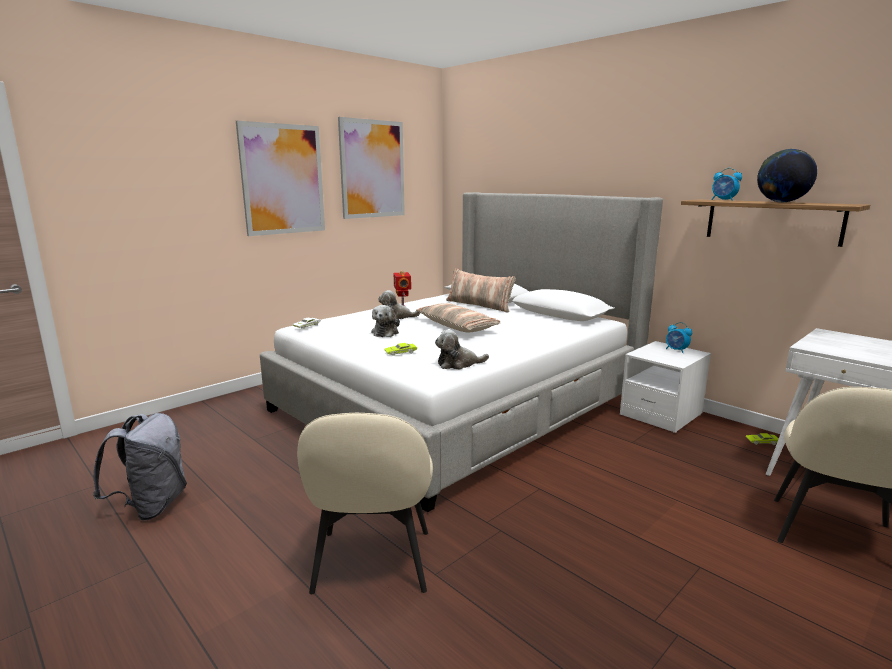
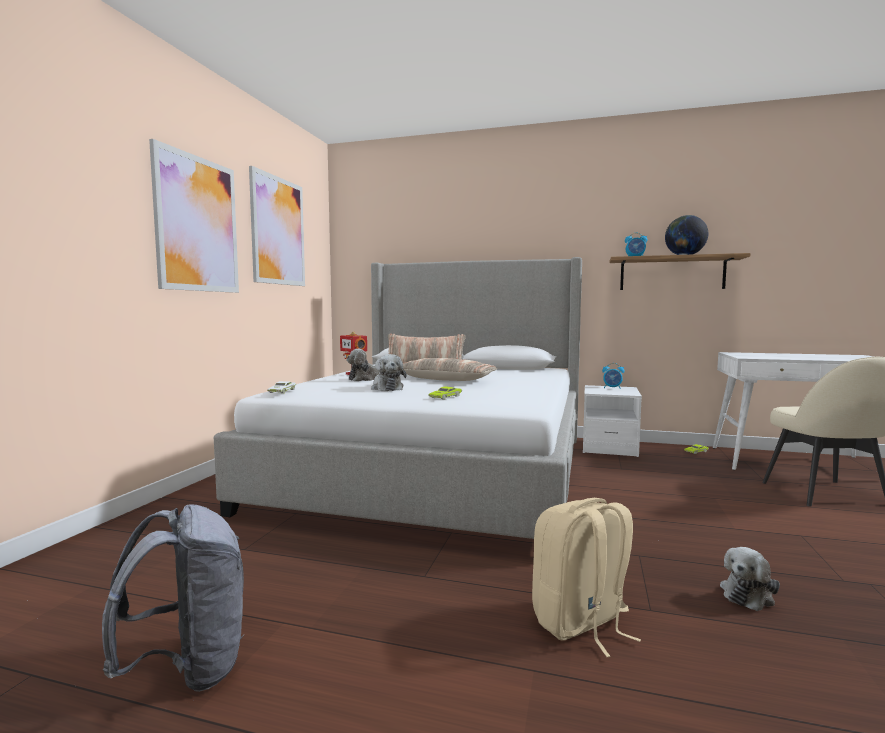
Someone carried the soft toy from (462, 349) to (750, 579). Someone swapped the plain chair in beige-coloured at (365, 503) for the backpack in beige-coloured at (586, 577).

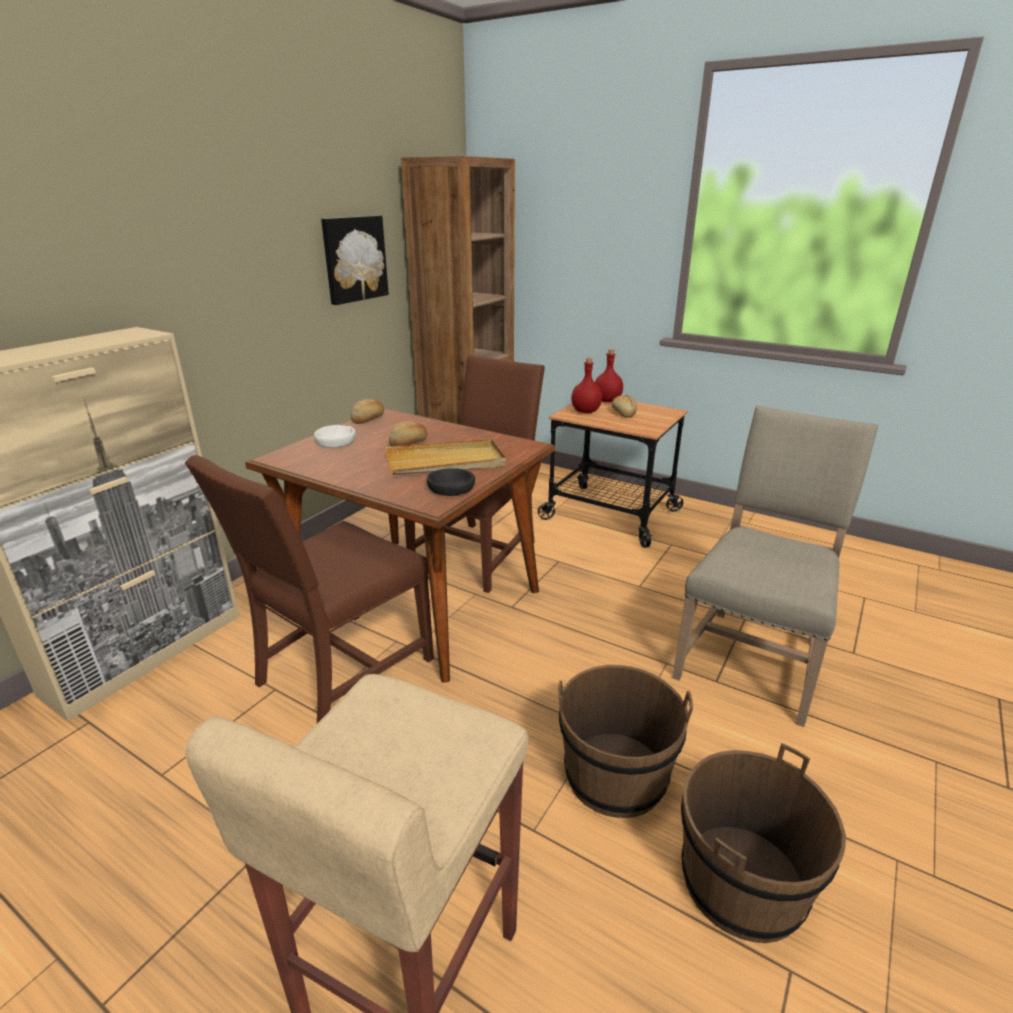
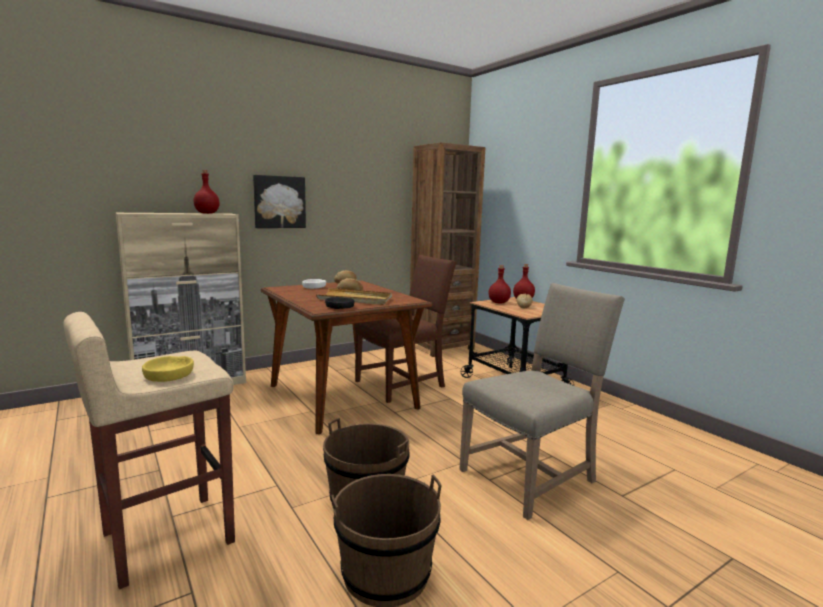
Someone carried the wall art from (355, 260) to (279, 201). Someone took away the plain chair in brown at (309, 589). Someone put down the bottle in red-coloured at (206, 192). Someone put down the deep dish in yellowish at (168, 369).

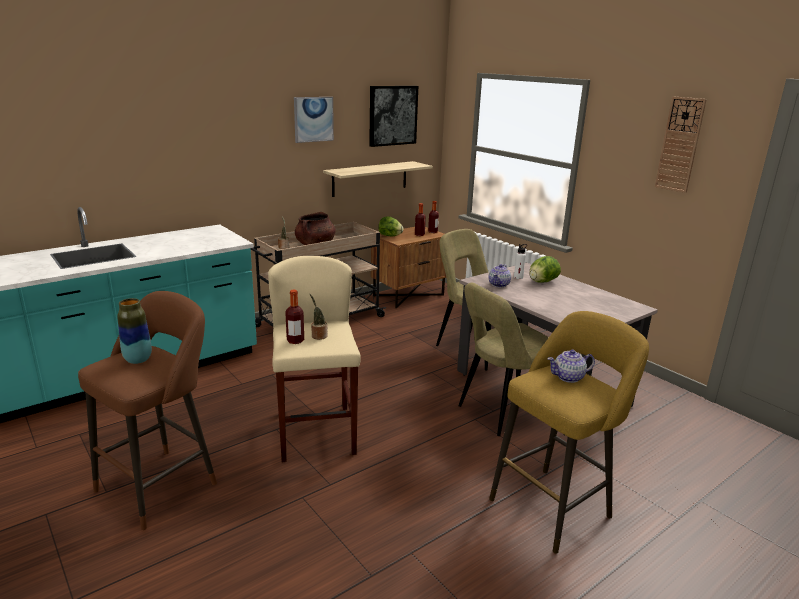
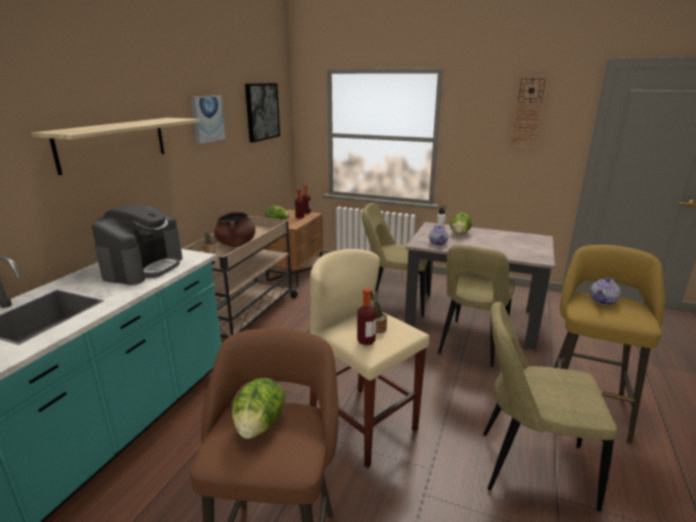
Someone carried the bracket shelf from (378, 179) to (116, 146). Someone swapped the decorative vase at (134, 331) for the lettuce head at (259, 408). Someone put down the coffee maker at (137, 245). Someone put down the plain chair in beige-coloured at (550, 406).

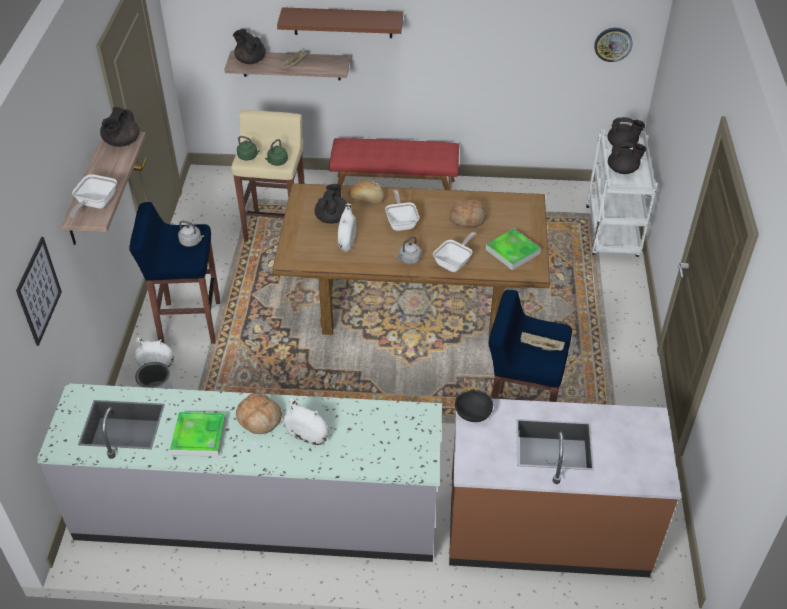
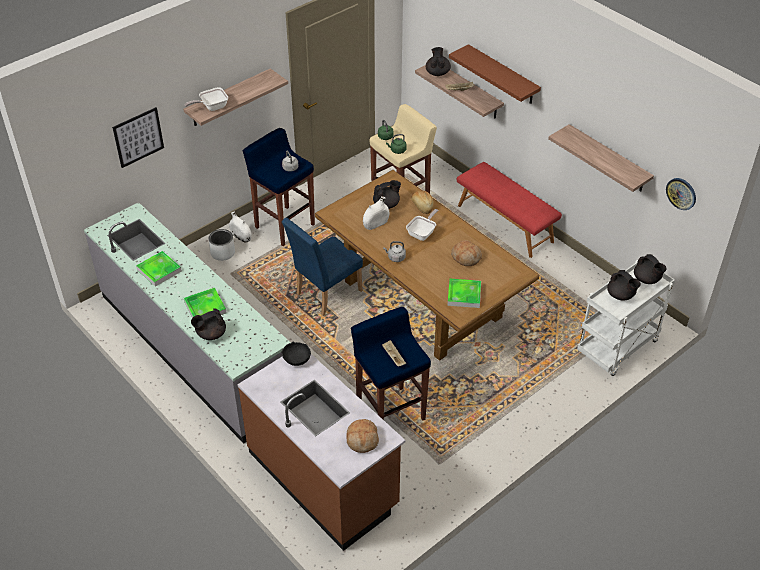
Someone carried the tea pot in black from (120, 127) to (208, 324). Someone took away the skillet at (455, 252). Someone carried the baked bread from (259, 413) to (362, 436). Someone swapped the decorative vase in white at (306, 421) for the carrying tray at (205, 303). Someone put up the bracket shelf at (601, 158). Someone put down the plain chair in blue at (322, 267).

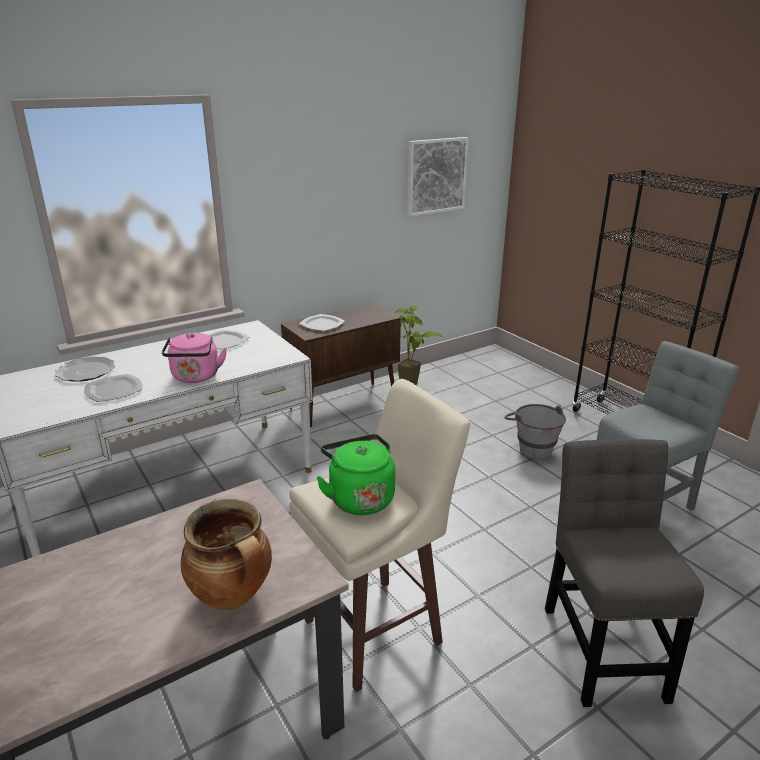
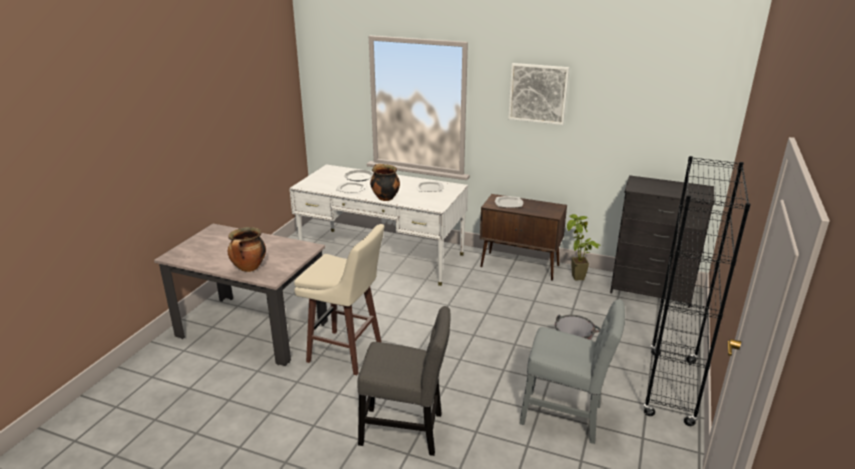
Someone carried the wall art from (438, 176) to (538, 94). Someone swapped the kettle in pink at (194, 358) for the cooking pot at (385, 182). Someone took away the kettle in green-coloured at (355, 474). Someone rotated the plain chair in gray at (624, 573) by 45 degrees clockwise. Someone put down the chest of drawers in black at (662, 241).

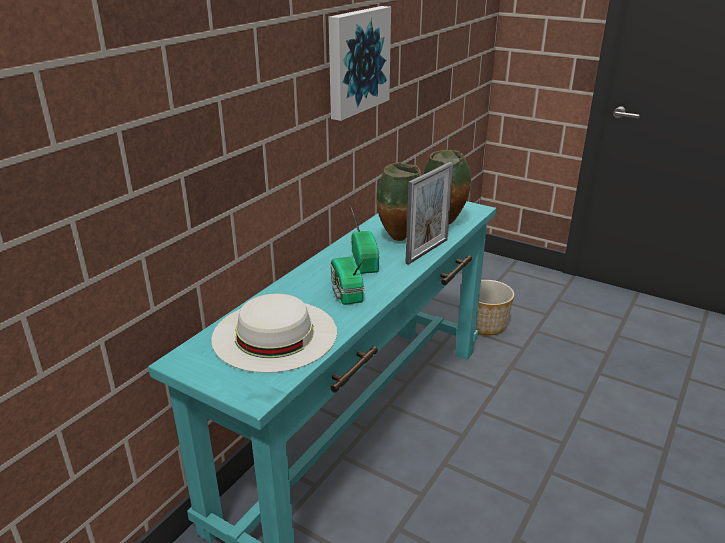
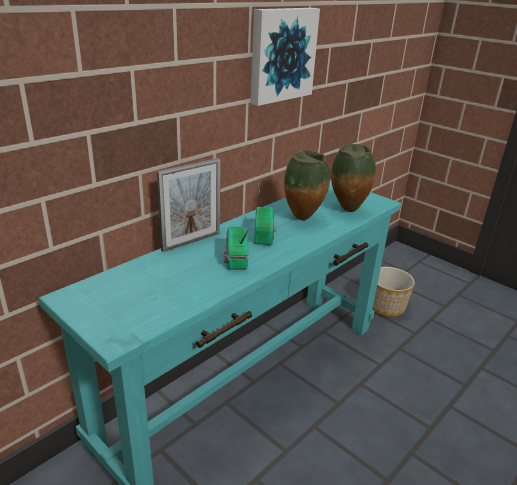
Someone carried the picture frame from (429, 213) to (188, 205). Someone took away the hat in white at (274, 333).

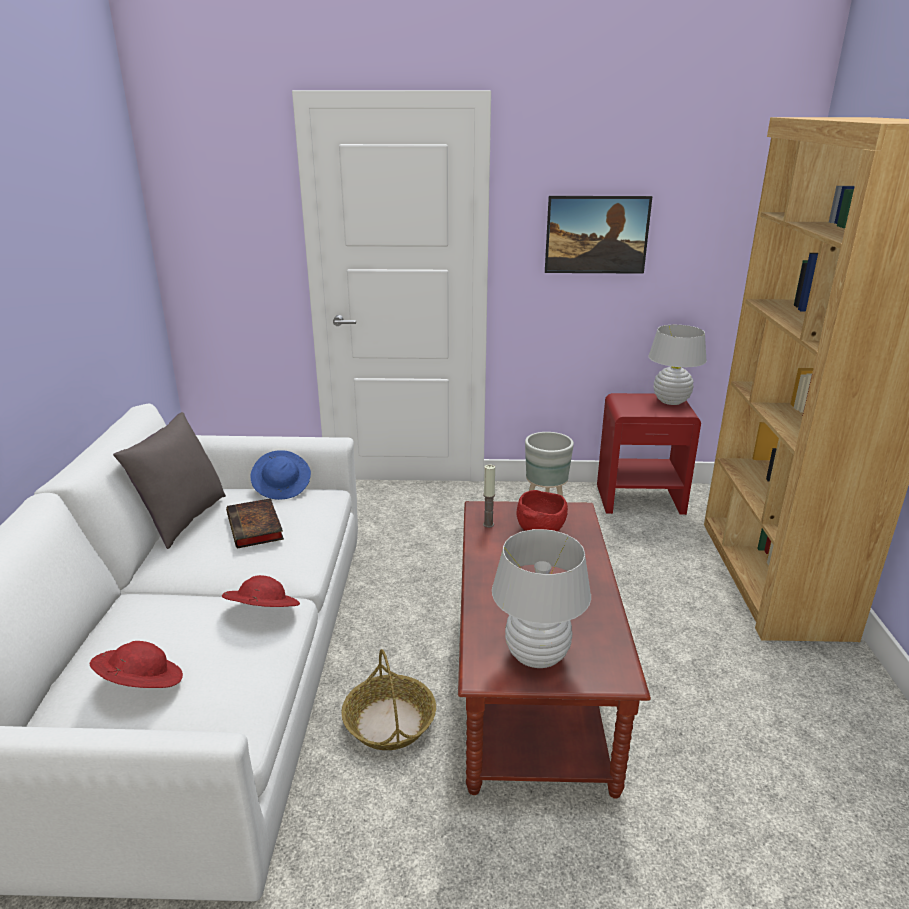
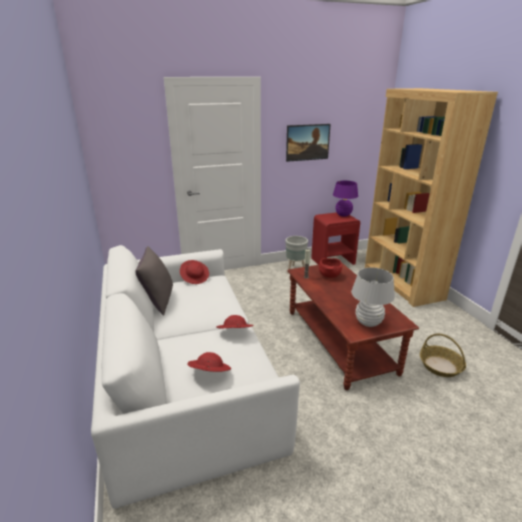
Someone repainted the lamp for a table in white at (677, 365), which became the lamp for a table in purple at (345, 198). Someone repainted the hat in blue at (280, 475), which became the hat in red-coloured at (194, 272). Someone took away the volume at (255, 523). Someone carried the household basket from (389, 699) to (443, 355).

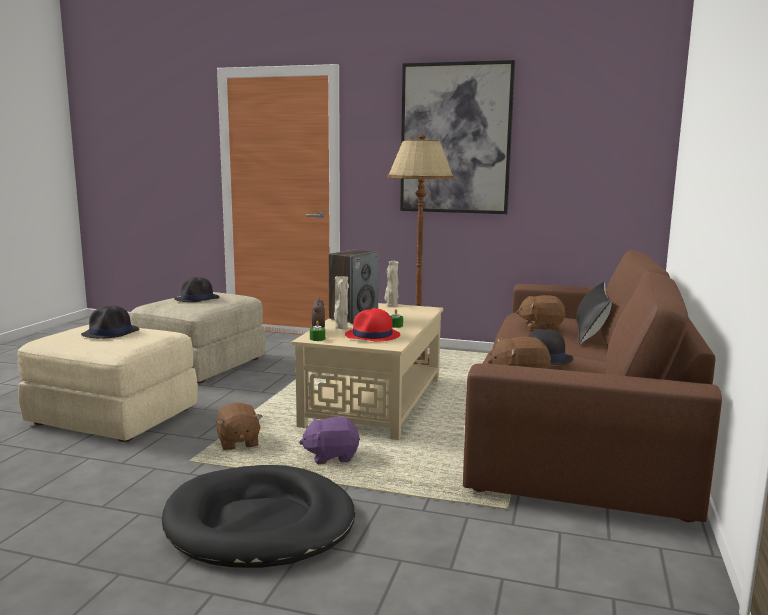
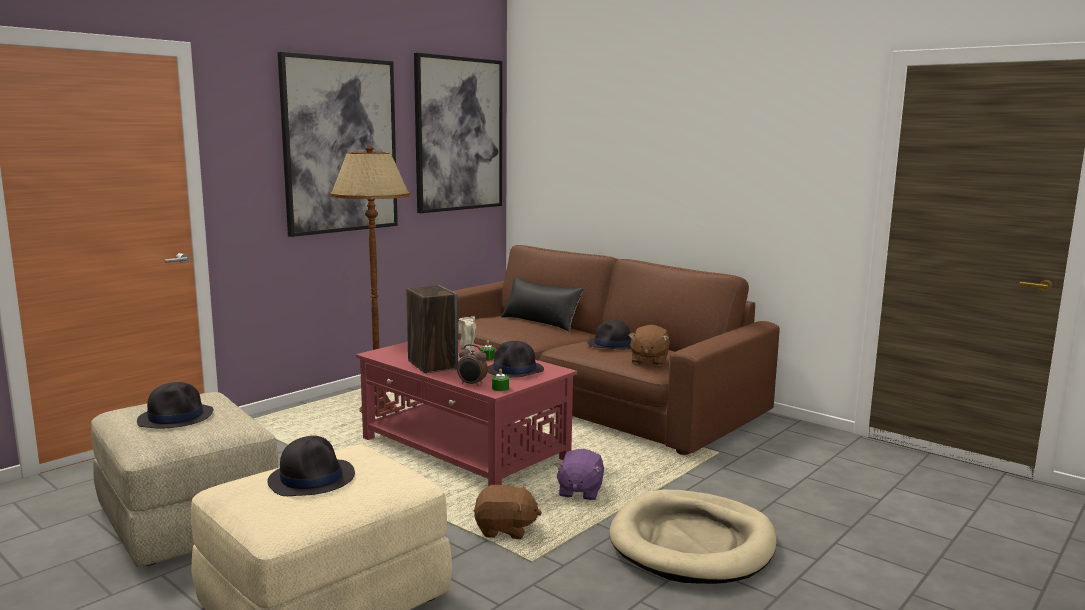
Someone took away the decorative vase in beige-coloured at (391, 284). Someone took away the soft toy in brown at (540, 312). Someone repainted the lounge table in beige-coloured at (367, 371), which became the lounge table in red-coloured at (466, 413). Someone repainted the hat in red-coloured at (372, 325), which became the hat in black at (515, 359). Someone repainted the dog bed in black at (258, 516), which became the dog bed in beige-coloured at (693, 537). Someone put up the wall art at (458, 133).

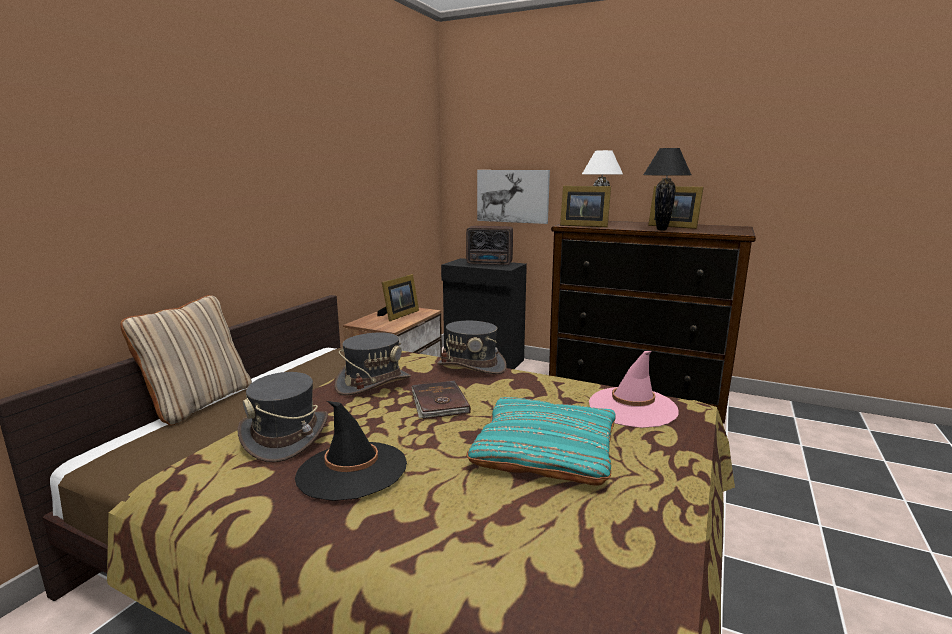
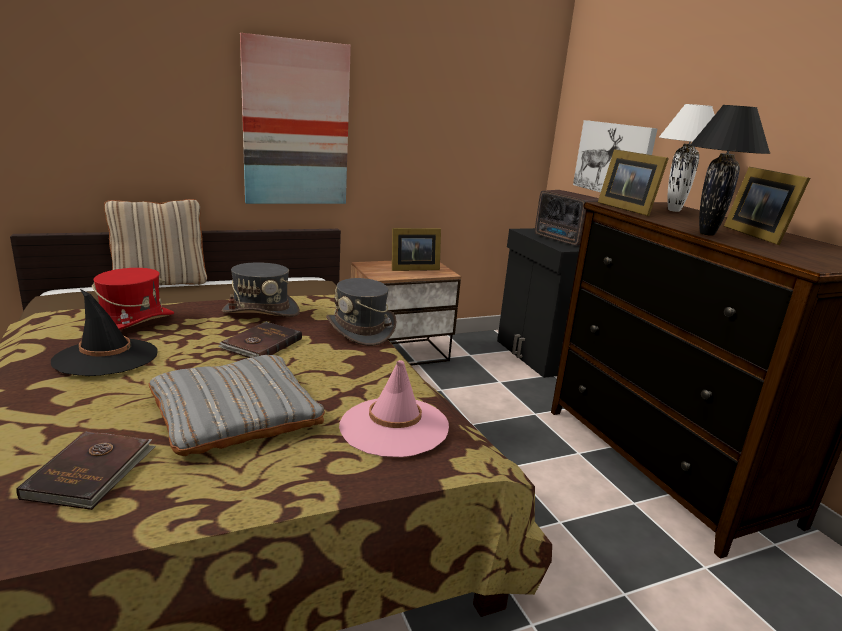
Someone repainted the hat in gray at (282, 417), which became the hat in red-coloured at (133, 299). Someone repainted the pillow in blue-green at (541, 441), which became the pillow in gray at (237, 405). Someone put up the wall art at (295, 118). Someone put down the volume in brown at (86, 470).

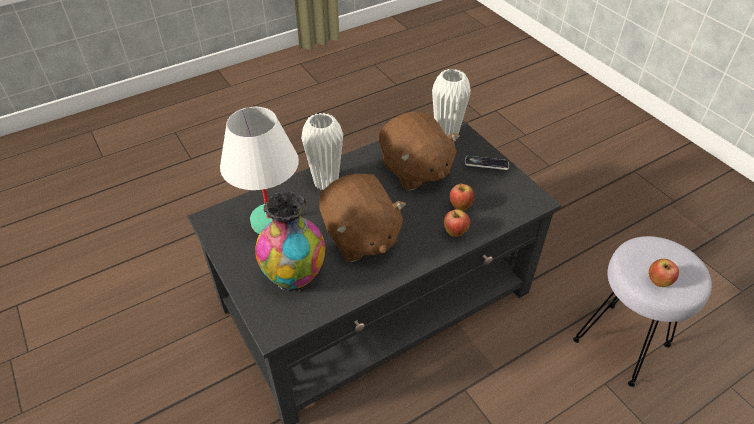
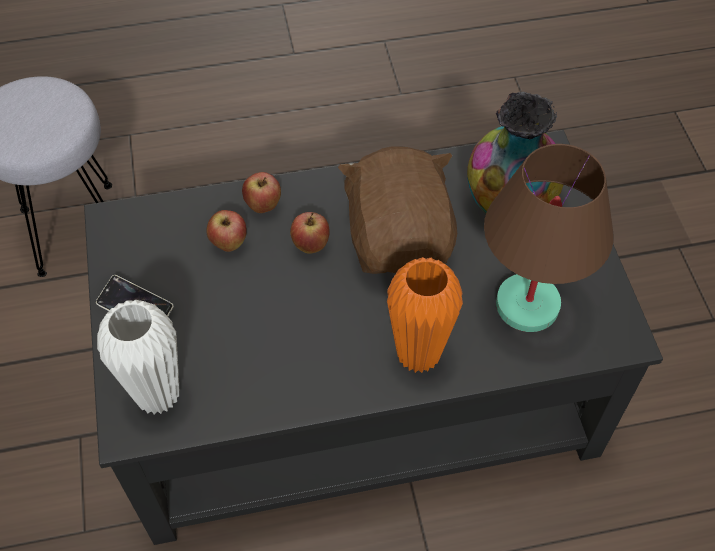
Someone repainted the lamp for a table in white at (259, 170), which became the lamp for a table in brown at (549, 238). Someone took away the soft toy in brown at (419, 151). Someone repainted the decorative vase in white at (322, 151), which became the decorative vase in orange at (425, 315). Someone carried the apple from (664, 273) to (310, 233).

